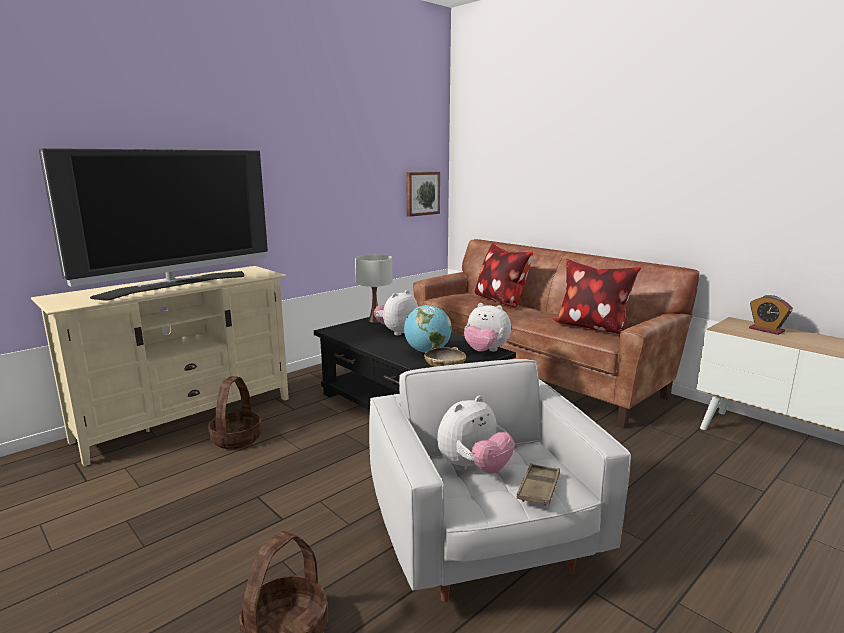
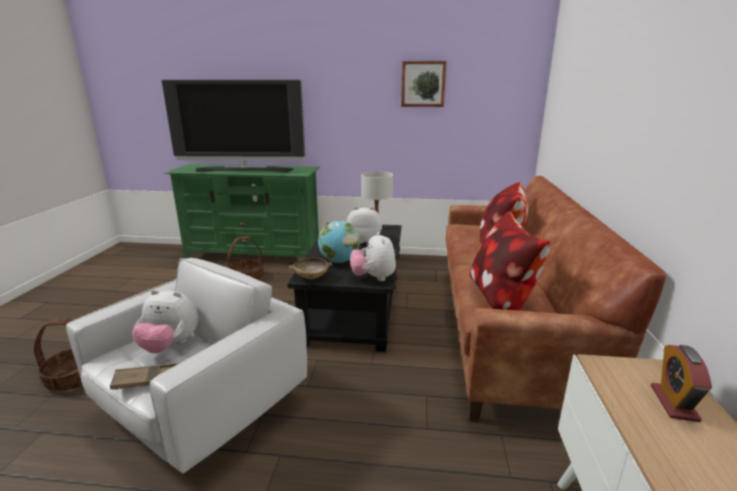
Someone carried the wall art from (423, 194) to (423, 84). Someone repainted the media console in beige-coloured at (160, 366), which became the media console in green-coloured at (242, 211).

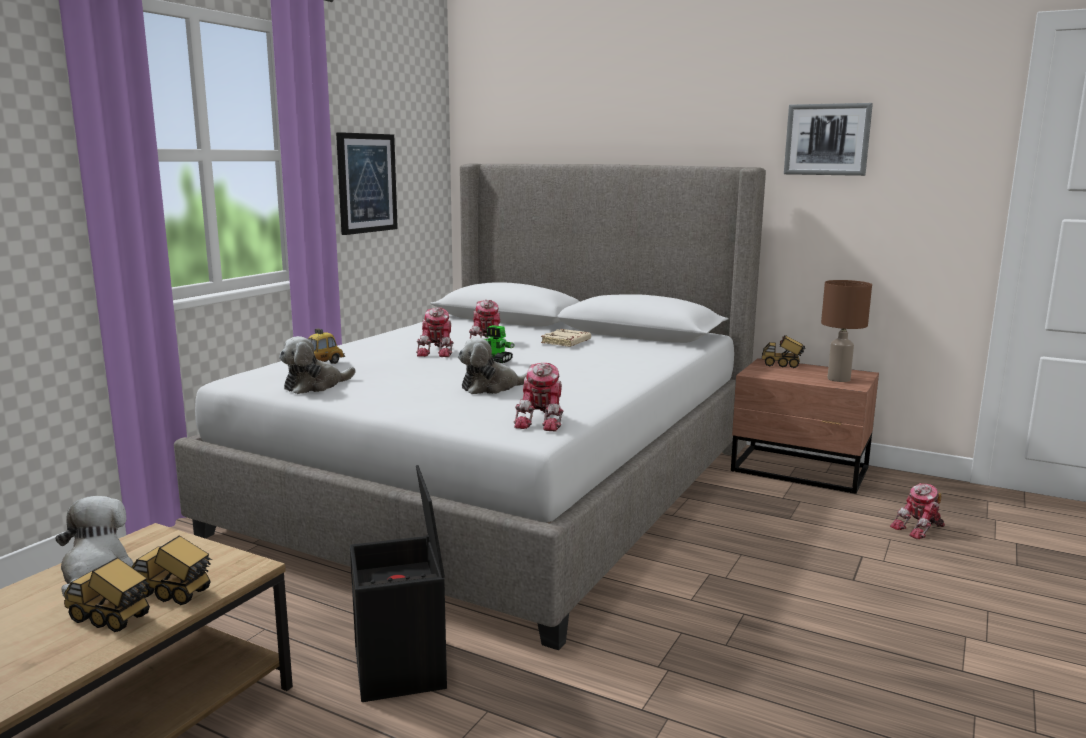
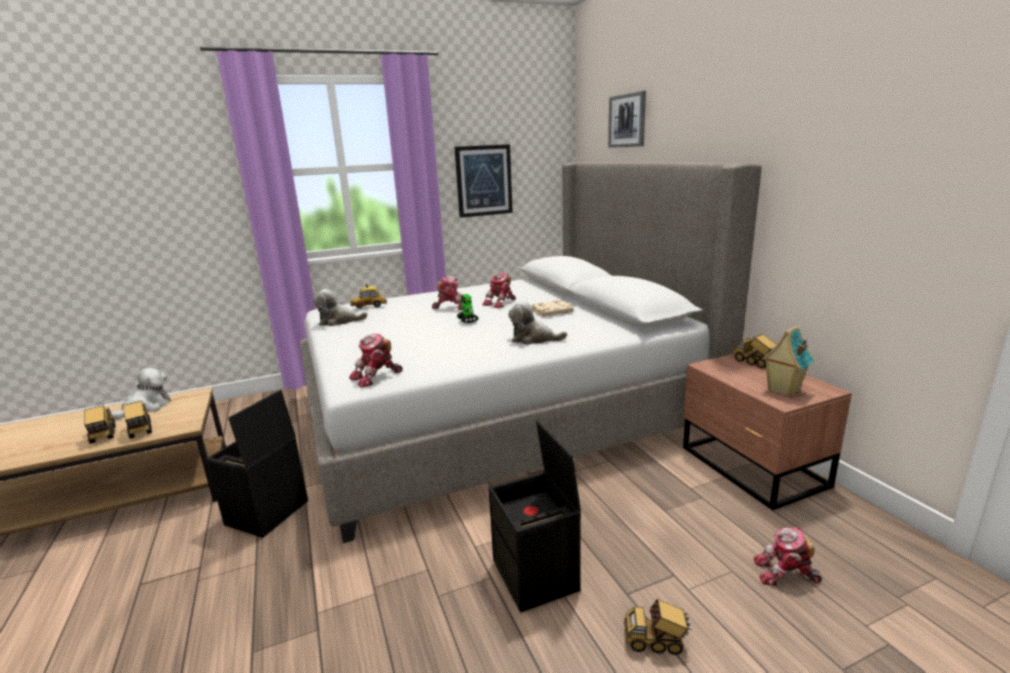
Someone carried the wall art from (828, 139) to (627, 119). Someone swapped the lamp for a table in brown at (846, 331) for the model house at (788, 361). Someone rotated the toy robot at (435, 332) by 135 degrees counterclockwise. Someone carried the soft toy from (494, 365) to (537, 323). Someone put down the storage bin in black at (535, 516). Someone put down the model truck at (658, 627).

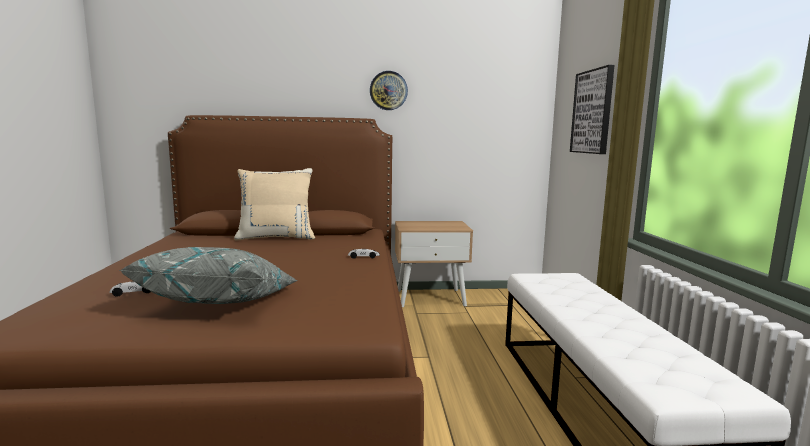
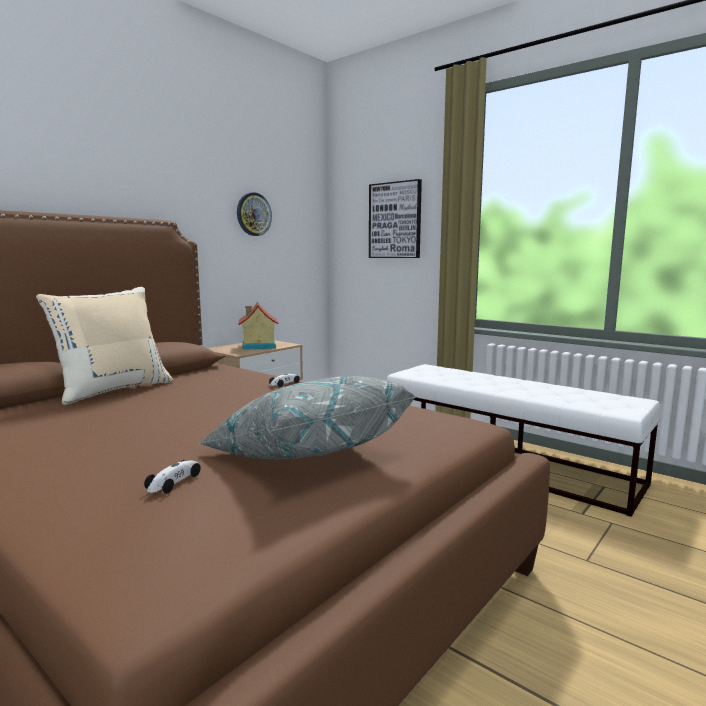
Someone carried the hanging clock from (389, 90) to (254, 214). Someone put down the model house at (258, 326).

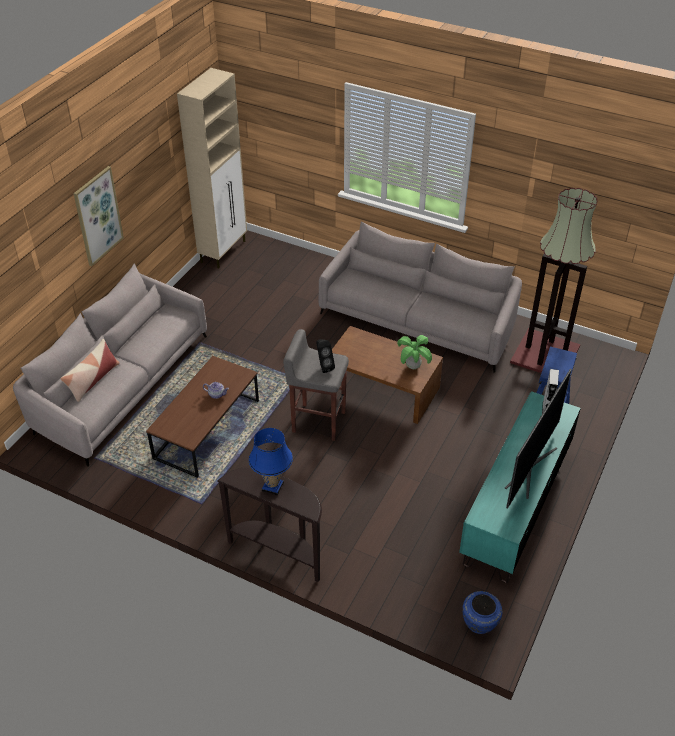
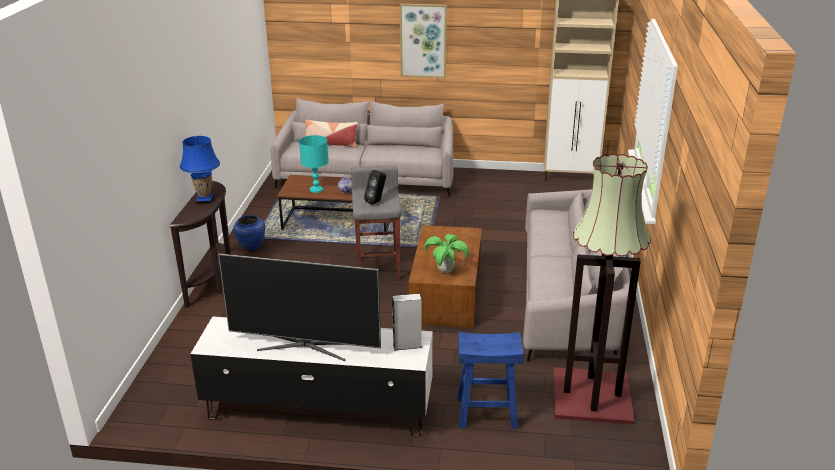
Someone repainted the media console in blue-green at (520, 487), which became the media console in white at (311, 376). Someone carried the decorative vase in blue from (482, 612) to (249, 232). Someone put down the lamp for a table in blue-green at (314, 164).

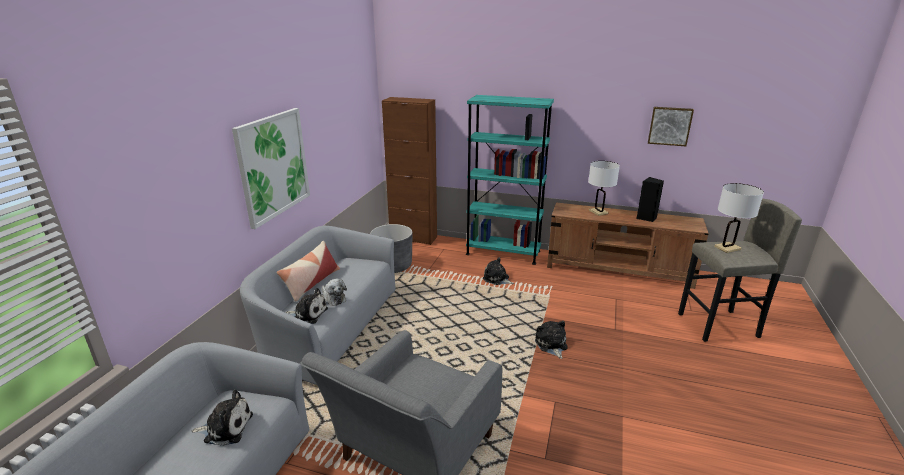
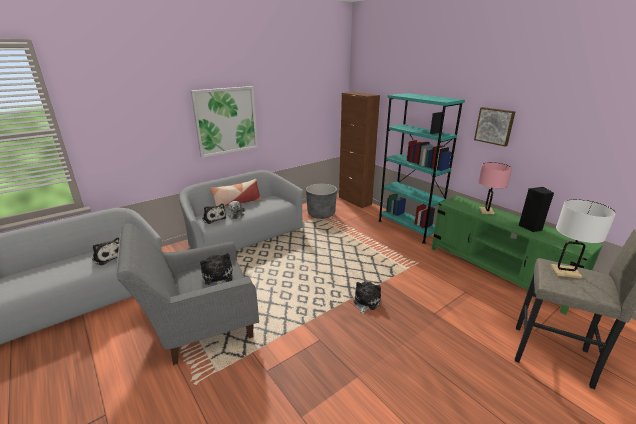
Someone carried the wall art from (671, 126) to (494, 127). Someone repainted the lamp for a table in white at (604, 188), which became the lamp for a table in pink at (495, 188). Someone repainted the media console in brown at (628, 245), which became the media console in green-coloured at (517, 255). Someone carried the soft toy from (498, 271) to (216, 269).

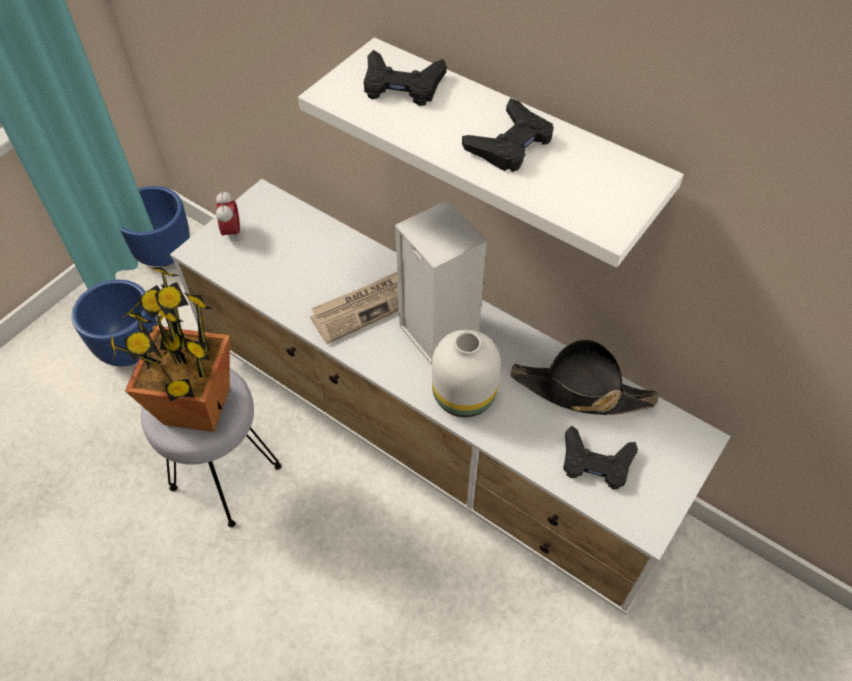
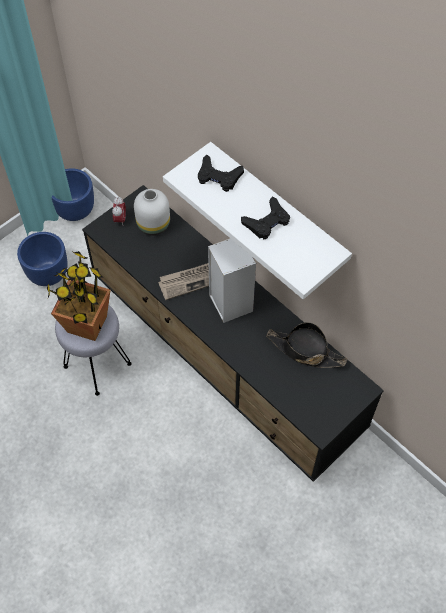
Someone repainted the media console in white at (450, 397), which became the media console in black at (233, 333). Someone carried the decorative vase in white from (466, 373) to (152, 212). Someone took away the game controller in black at (600, 457).

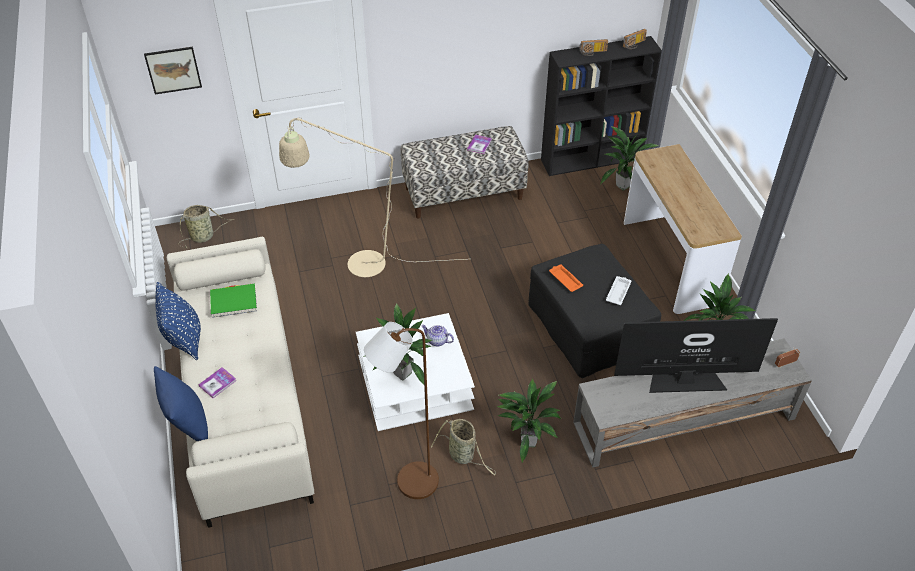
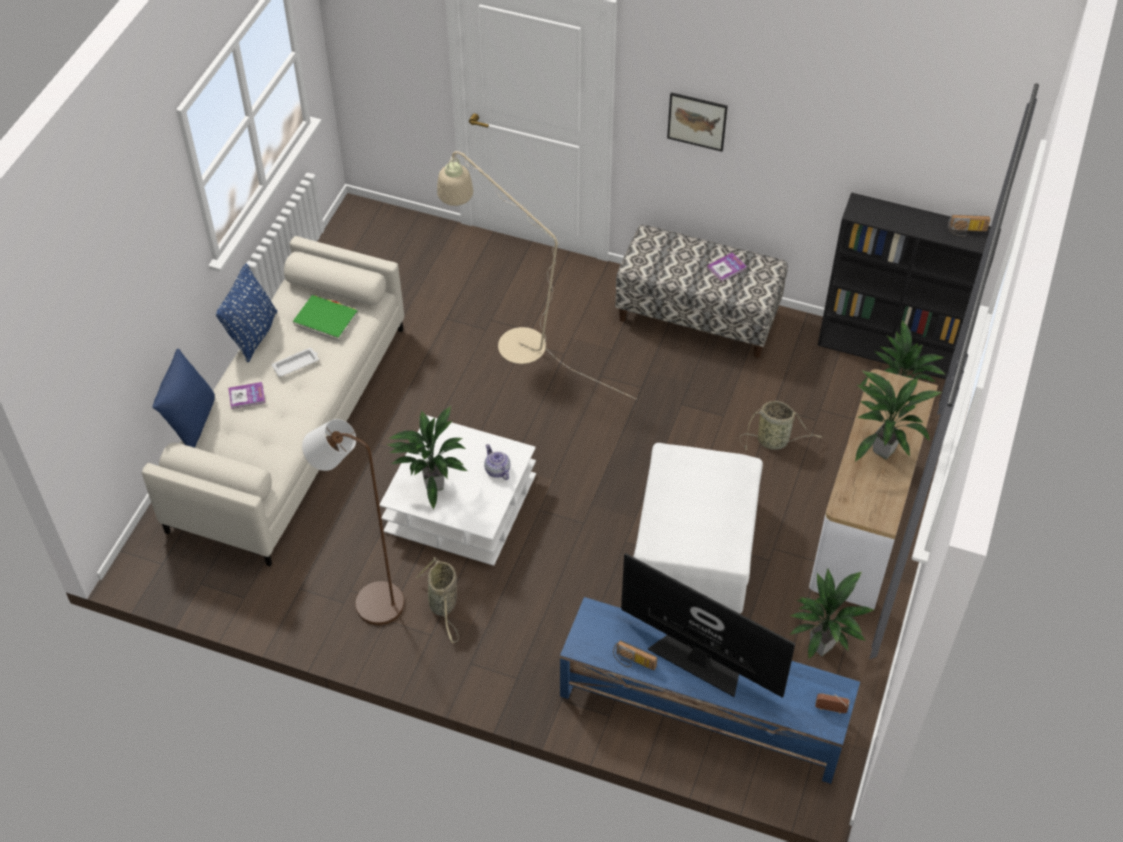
Someone carried the radio set from (593, 47) to (635, 655). Someone carried the wall art from (173, 70) to (697, 122). Someone carried the household basket from (206, 227) to (781, 425). Someone repainted the footrest in black at (594, 311), which became the footrest in white at (698, 528). Someone took away the carrying tray in orange at (566, 278). Someone carried the carrying tray in white from (619, 290) to (295, 362). Someone repainted the media console in gray at (692, 403), which became the media console in blue at (710, 690). Someone carried the houseplant from (529, 420) to (898, 416).

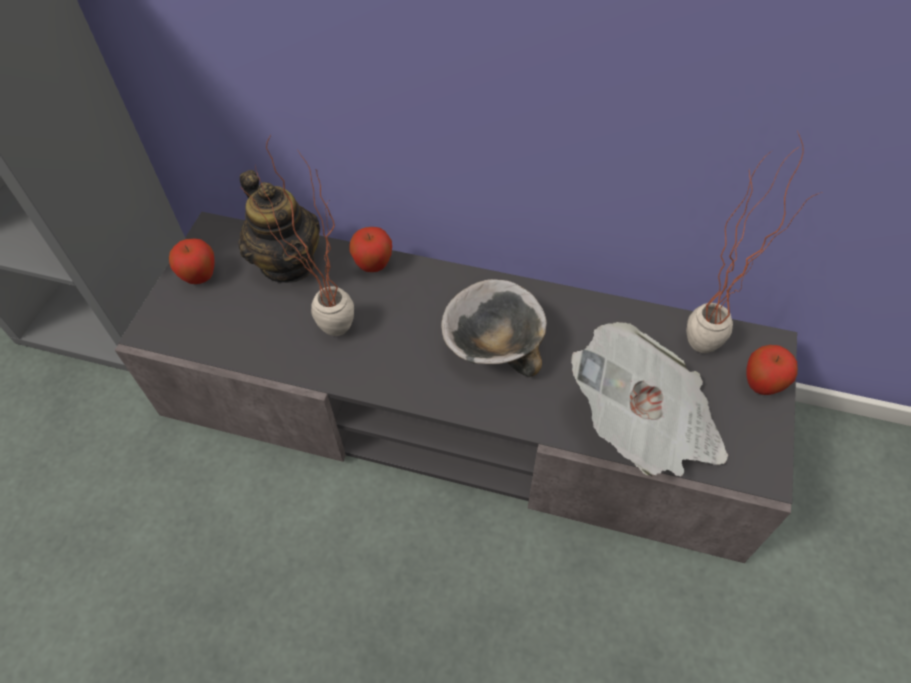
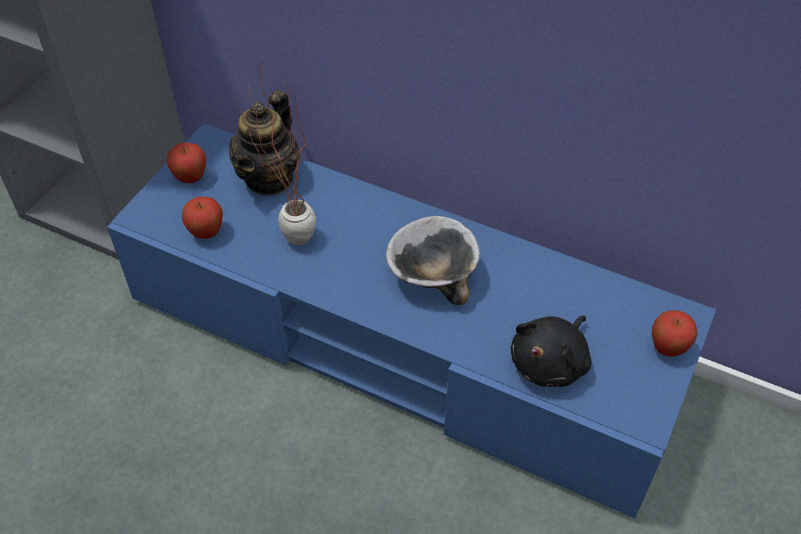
Someone took away the houseplant at (754, 242). Someone rotated the tea pot at (279, 226) by 45 degrees clockwise. Someone repainted the media console in gray at (456, 387), which became the media console in blue at (411, 320). Someone carried the apple from (370, 249) to (202, 218). Someone swapped the printed paper at (649, 399) for the soft toy in black at (551, 351).

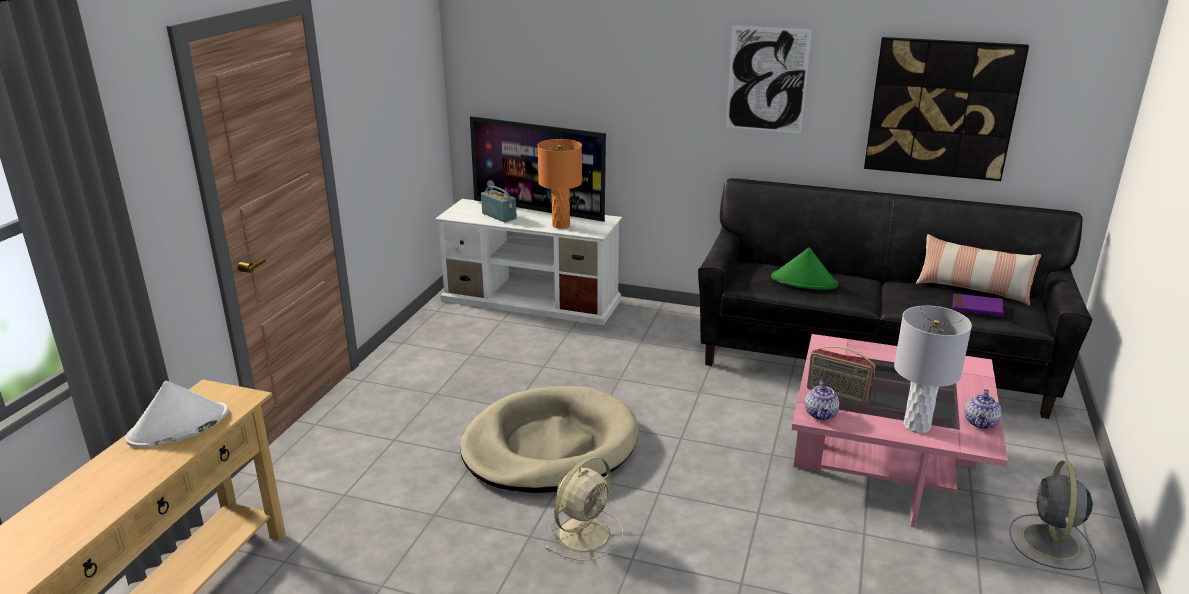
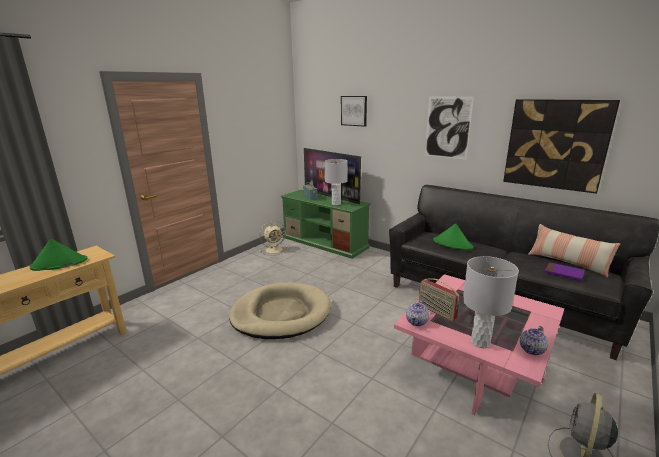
Someone repainted the lamp for a table in orange at (560, 184), which became the lamp for a table in gray at (336, 182). Someone repainted the media console in white at (528, 262), which became the media console in green-coloured at (326, 224). Someone repainted the hat in white at (176, 414), which became the hat in green-coloured at (58, 255). Someone carried the cooling fan in beige-coloured from (584, 508) to (273, 238). Someone put up the wall art at (354, 111).

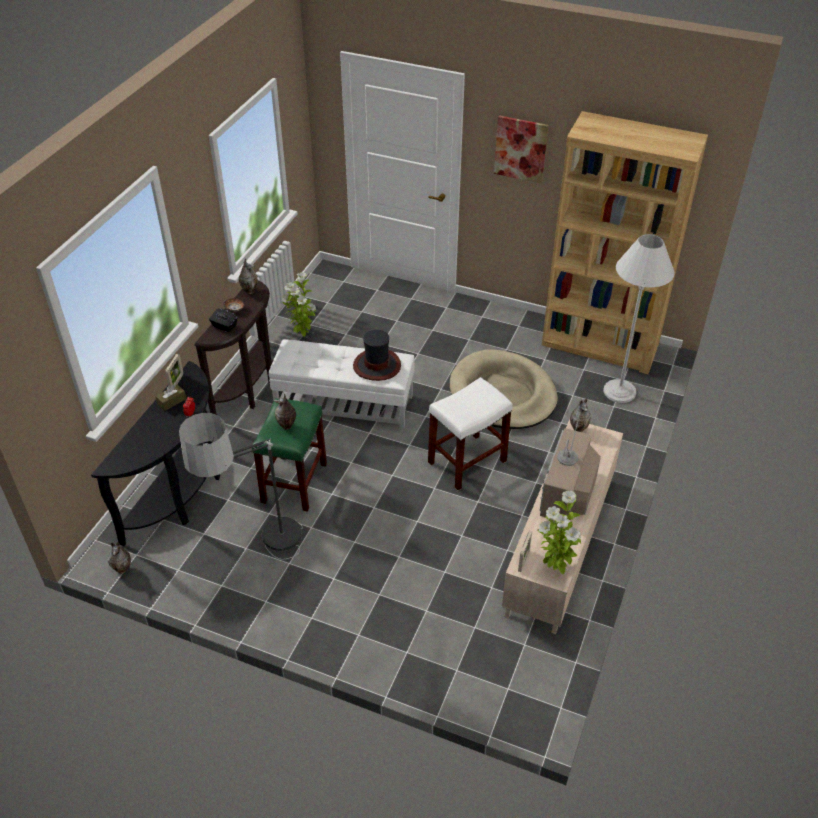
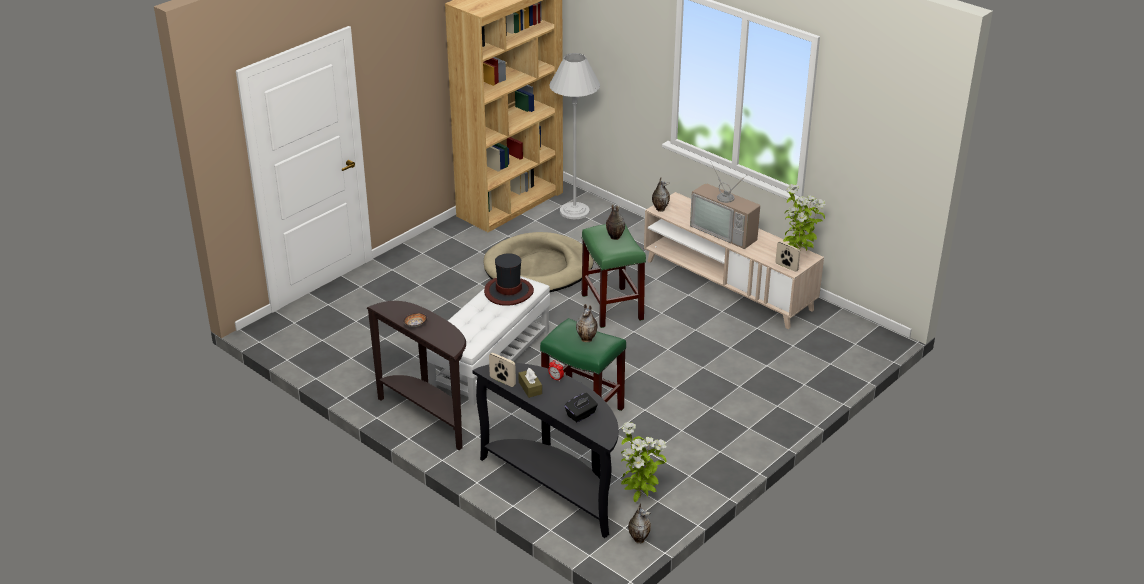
Someone took away the wall art at (521, 149). Someone carried the decorative vase from (248, 276) to (615, 222). Someone carried the houseplant from (299, 304) to (644, 462). Someone carried the box of tissues in black from (223, 320) to (581, 407). Someone repainted the stool in white at (470, 434), which became the stool in green-coloured at (614, 276). Someone took away the standard lamp at (240, 486).

